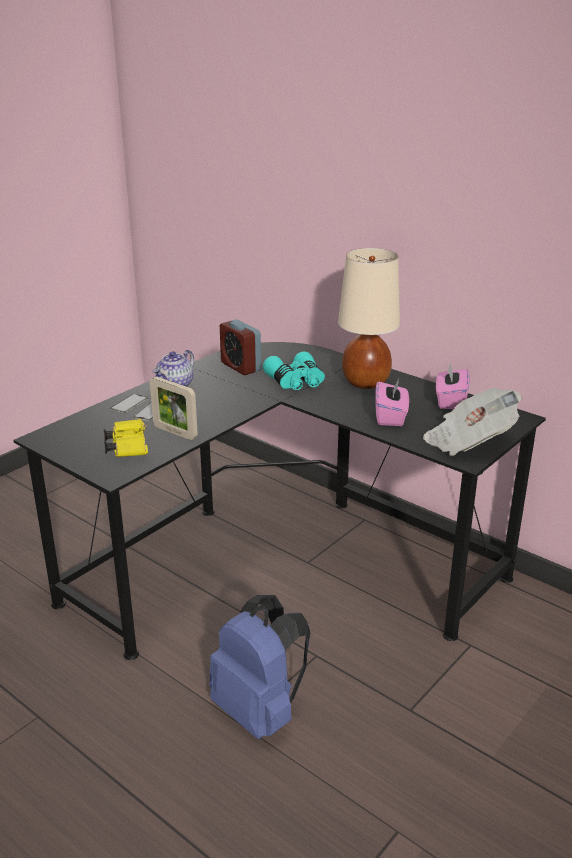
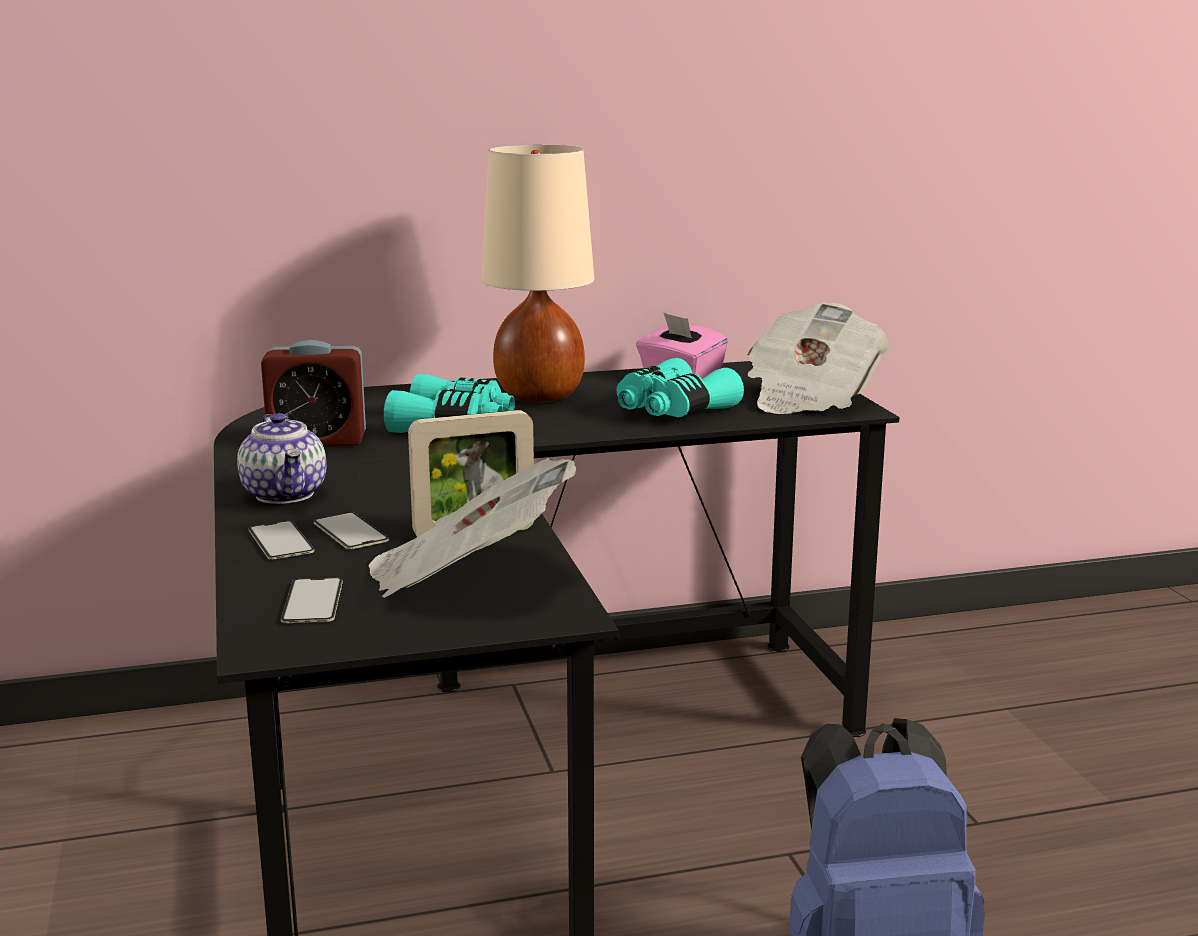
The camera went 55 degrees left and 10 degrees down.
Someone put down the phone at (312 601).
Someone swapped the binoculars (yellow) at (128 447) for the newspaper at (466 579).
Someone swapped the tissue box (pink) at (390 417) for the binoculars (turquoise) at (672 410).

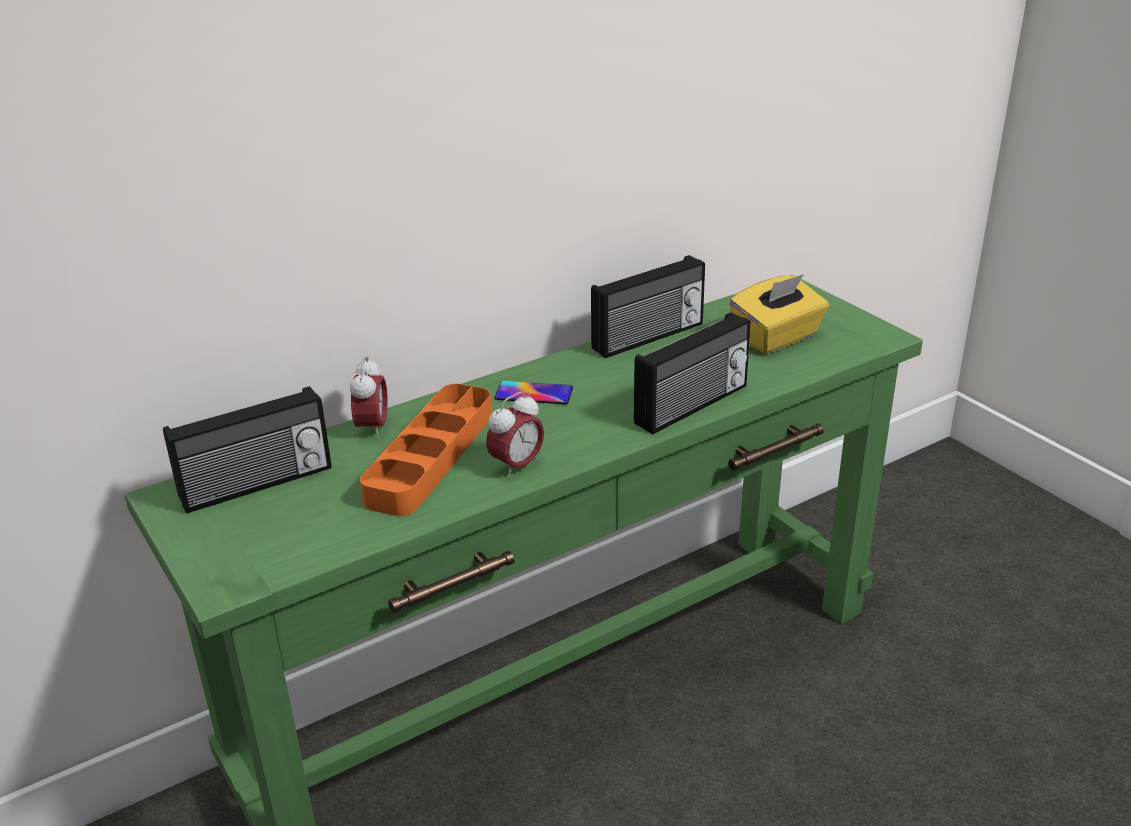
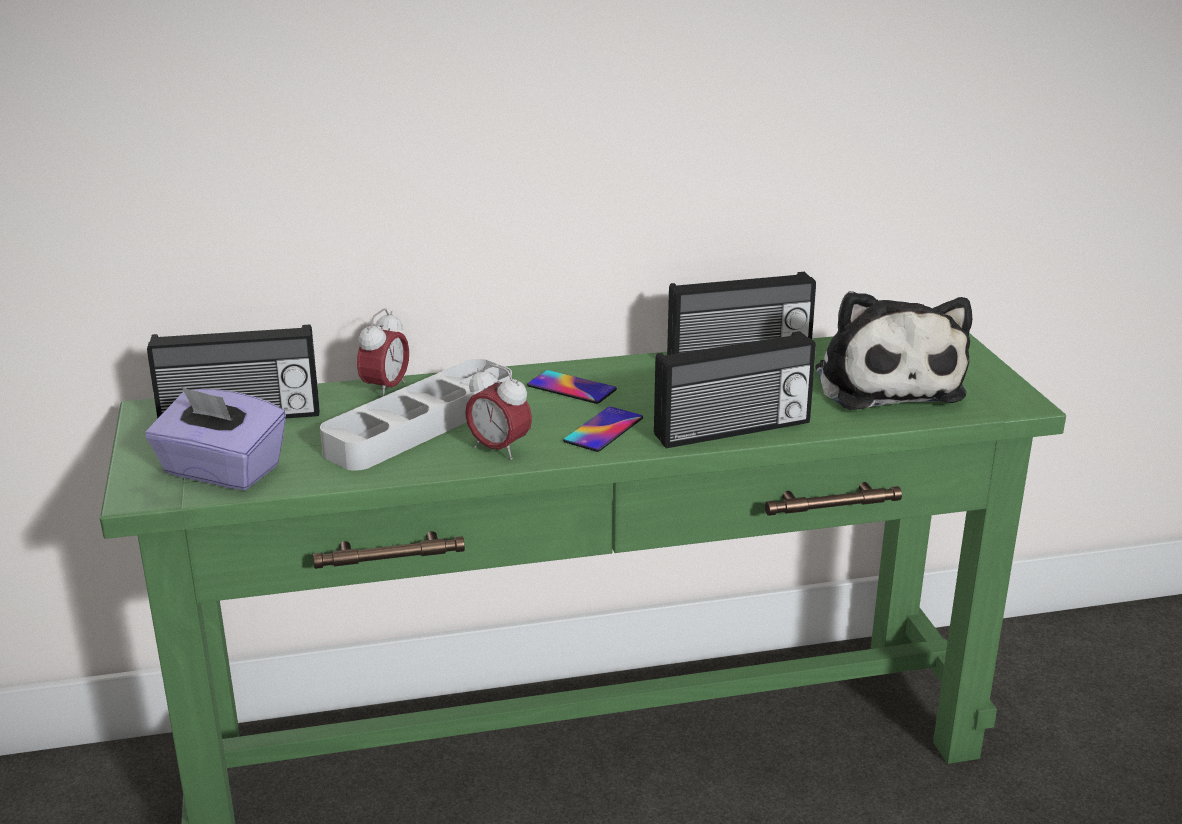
The camera went 20 degrees right and 5 degrees down.
Someone put down the tissue box (purple) at (221 471).
Someone put down the phone at (603 430).
Someone swapped the tissue box (yellow) at (777 338) for the plush toy at (886 383).
Someone repainted the tray (orange) at (430 456), which became the tray (grey) at (421 424).
Someone rotated the alarm clock at (517 466) by 60 degrees clockwise.

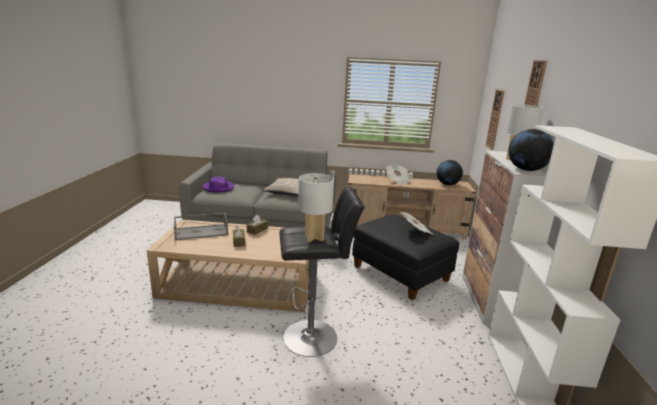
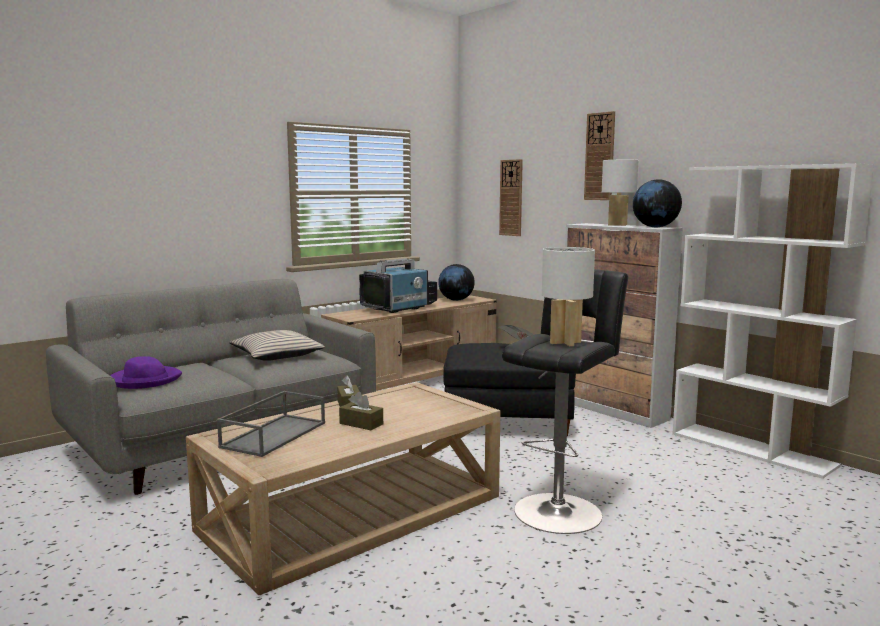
The camera went 45 degrees left and 10 degrees down.
Someone swapped the newspaper at (397 181) for the television at (399 308).

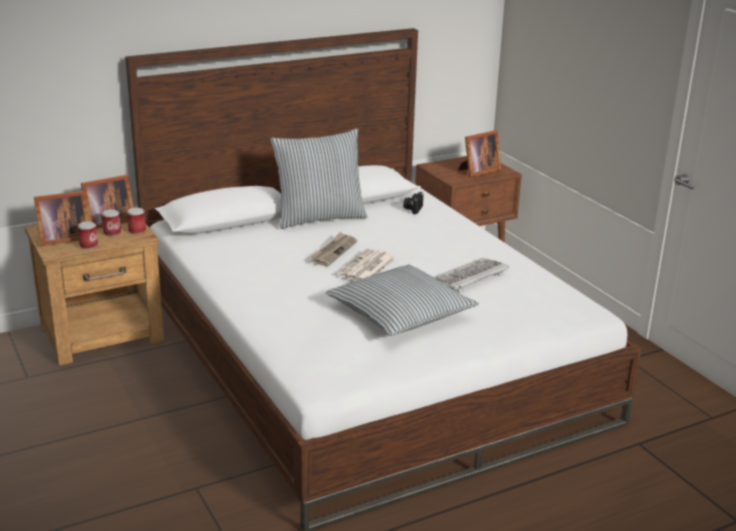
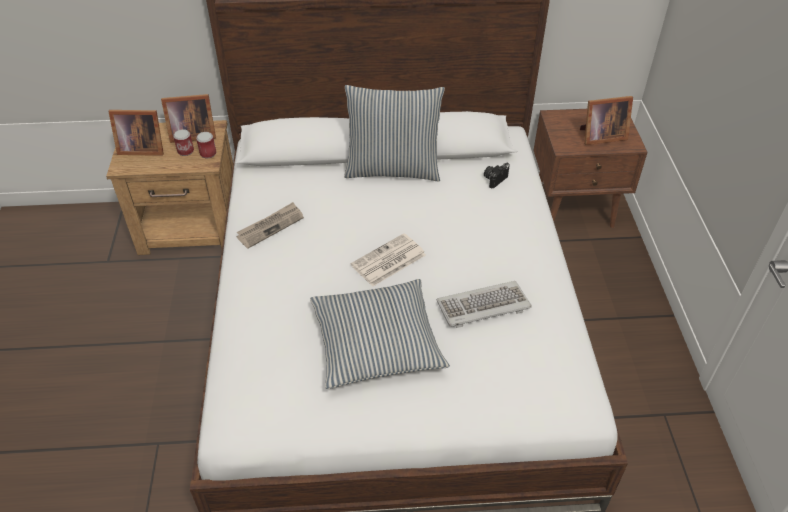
The camera went 25 degrees right and 20 degrees up.
Someone took away the can at (89 245).
Someone carried the newspaper from (333 251) to (270 226).

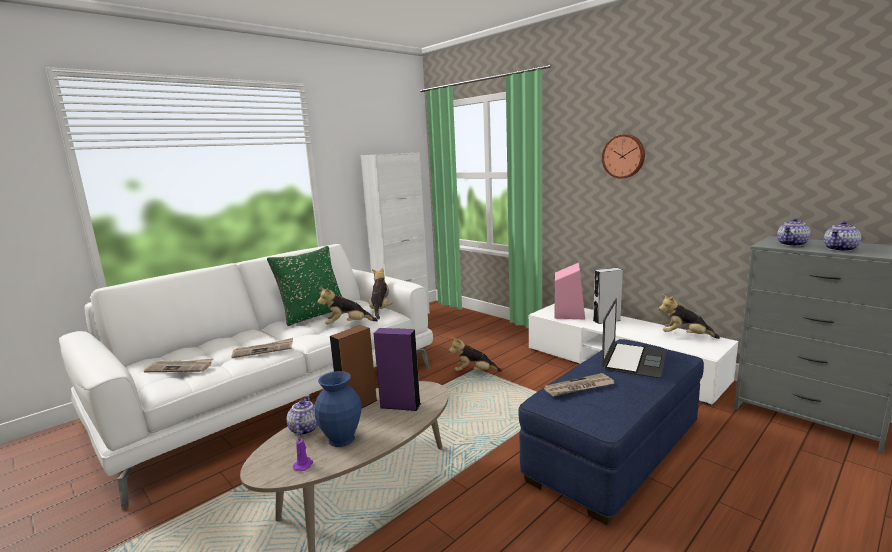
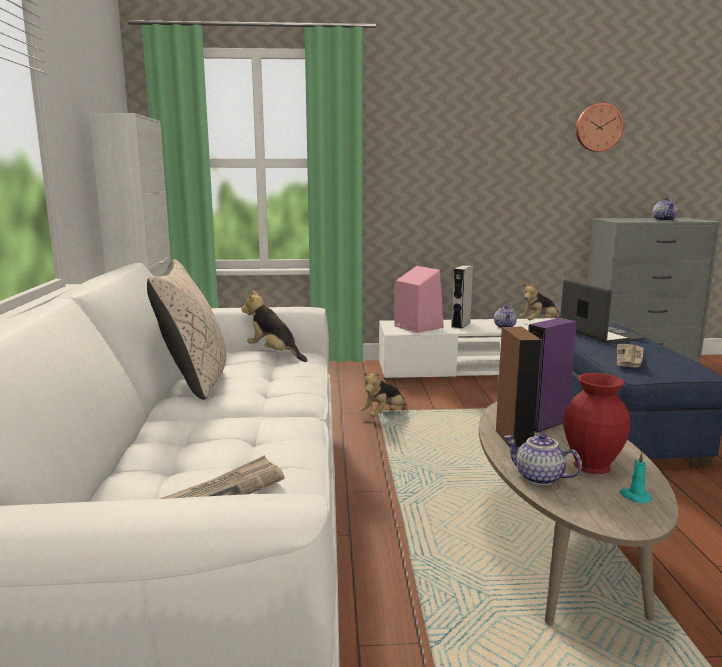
The camera went 50 degrees left and 0 degrees up.
Someone took away the newspaper at (263 350).
Someone took away the plush toy at (347 325).
Someone carried the wall clock from (624 156) to (598 127).
Someone carried the teapot from (792 244) to (505 327).
Someone repainted the pillow (green) at (313 315), which became the pillow (beige) at (195 380).
Someone repainted the candle (purple) at (303 465), which became the candle (turquoise) at (634 497).
Someone repainted the vase (blue) at (342 439), which became the vase (red) at (593 466).

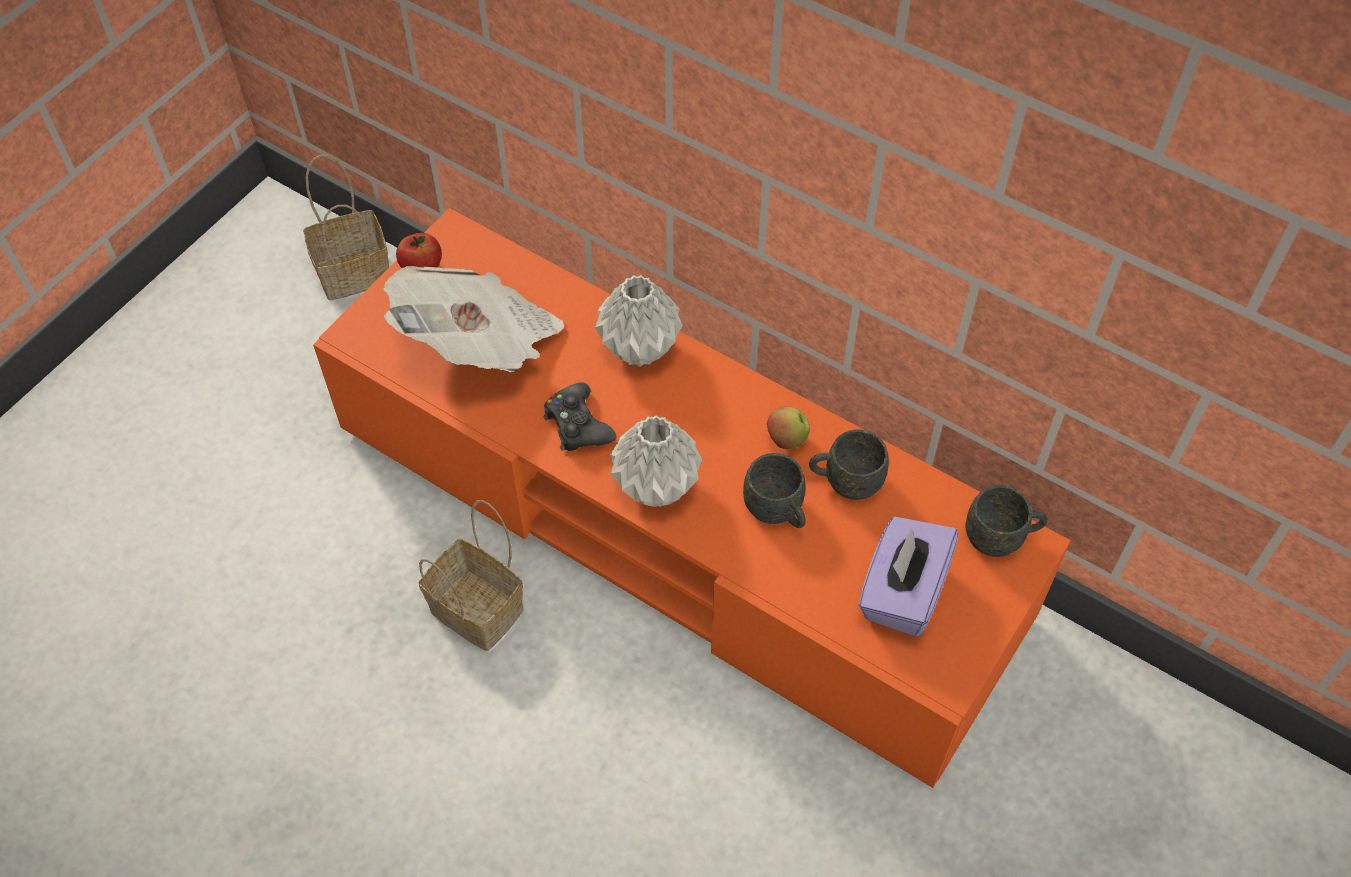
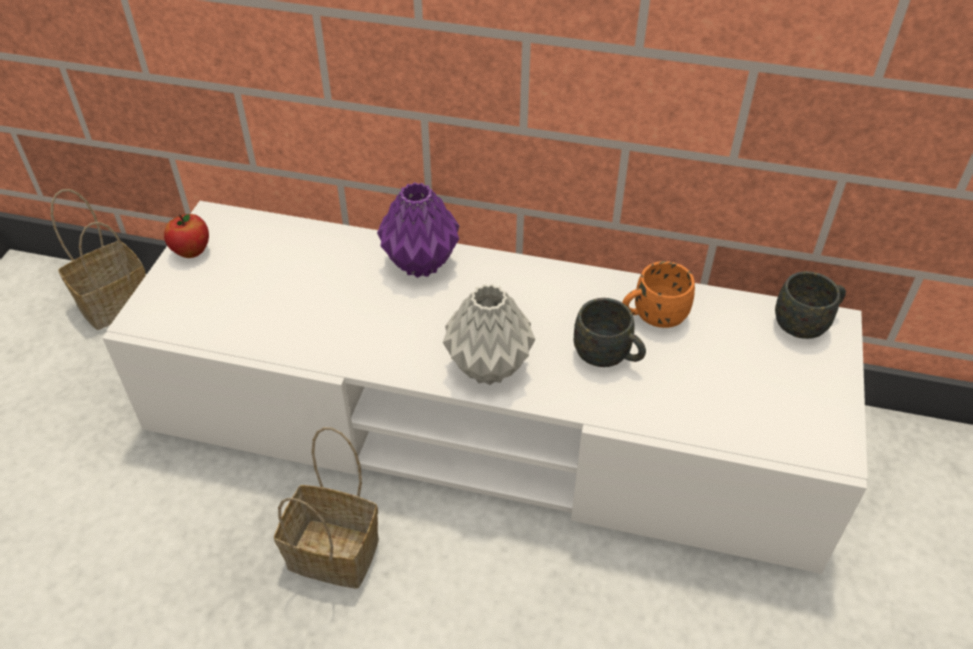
The camera went 20 degrees left and 10 degrees down.
Someone took away the newspaper at (480 343).
Someone took away the game controller (black) at (577 425).
Someone took away the apple at (786 440).
Someone took away the tissue box (purple) at (902 592).
Someone repainted the tv stand (orange) at (675 522), which became the tv stand (white) at (486 422).
Someone repainted the vase (grey) at (638 349), which became the vase (purple) at (419 264).
Someone repainted the mug (grey) at (845 481), which became the mug (orange) at (653 317).

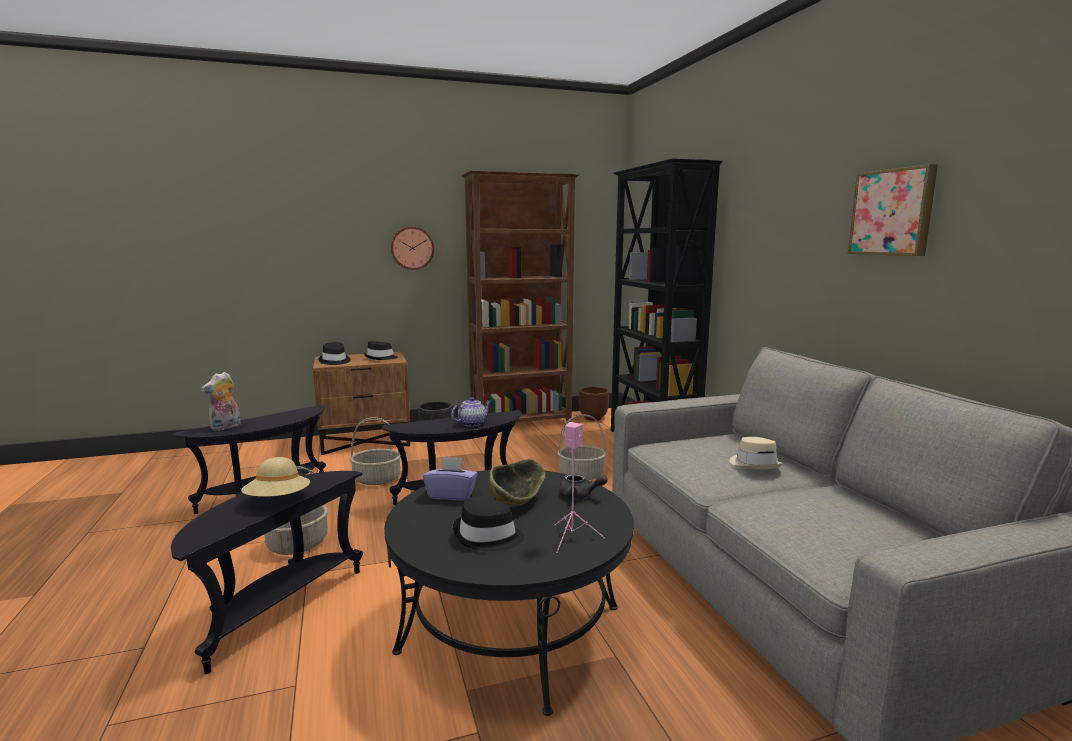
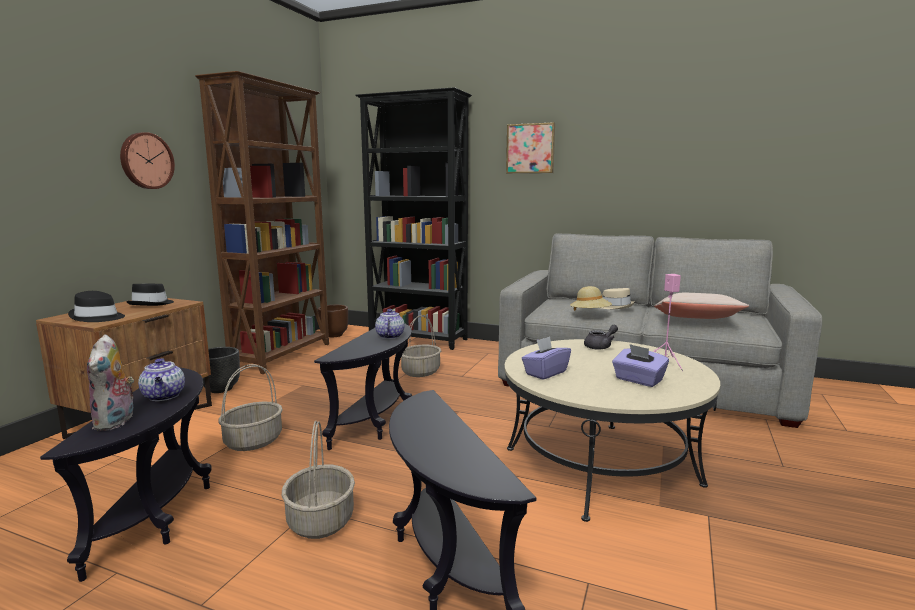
The camera went 50 degrees left and 0 degrees up.
Someone took away the bowl at (516 503).
Someone put down the teapot at (164 396).
Someone put down the pillow (beige) at (696 321).
Someone carried the hat (beige) from (278 500) to (590 314).
Someone carried the picture from (893 212) to (530 148).
Someone swapped the hat (black) at (487 537) for the tissue box (purple) at (638 380).
Someone repainted the coffee table (black) at (511 628), which became the coffee table (beige) at (601 466).

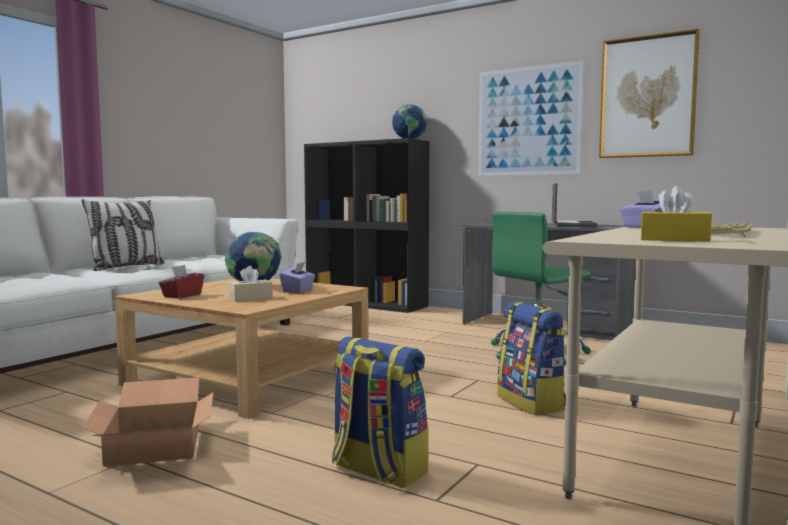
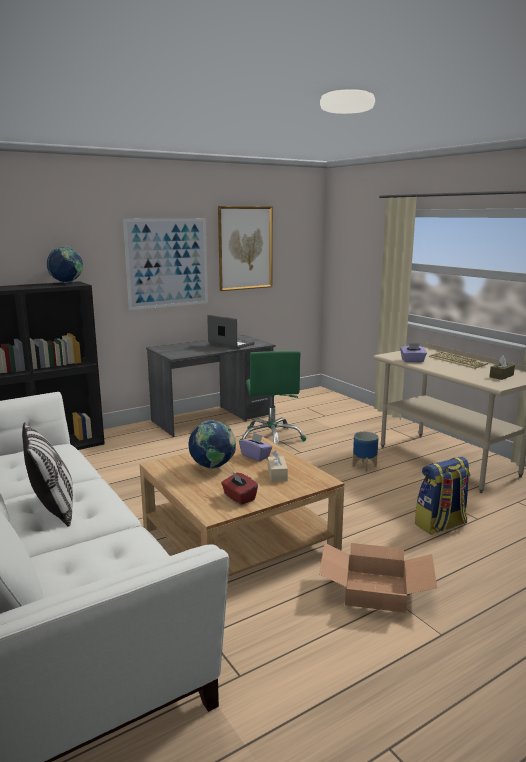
The camera went 65 degrees left and 10 degrees up.
Someone swapped the backpack at (532 403) for the planter at (364 466).
Someone repainted the tissue box (yellow) at (674 239), which became the tissue box (brown) at (501 376).

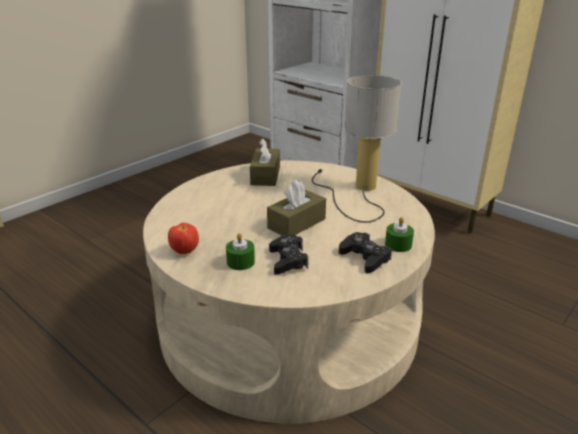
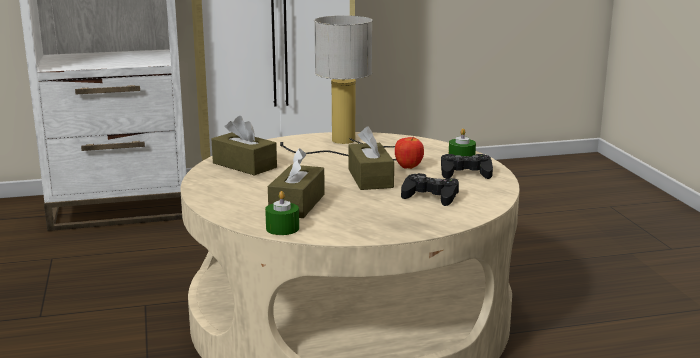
The camera went 55 degrees left and 10 degrees down.
Someone put down the tissue box (brown) at (297 204).
Someone carried the apple from (185 251) to (408 167).
Someone carried the candle (green) from (240 262) to (282 228).

